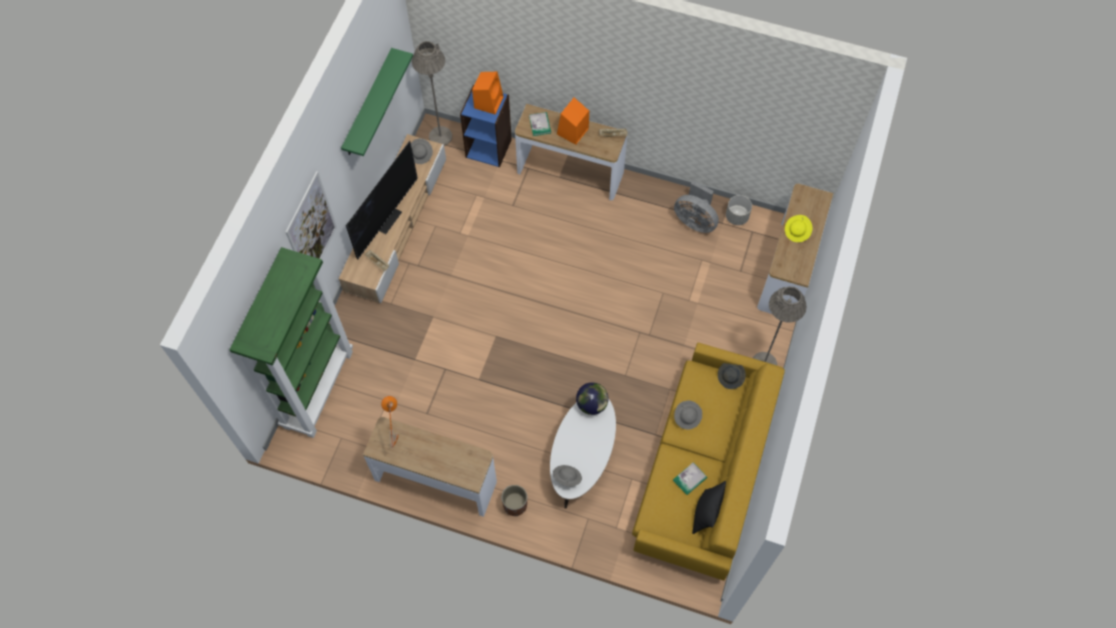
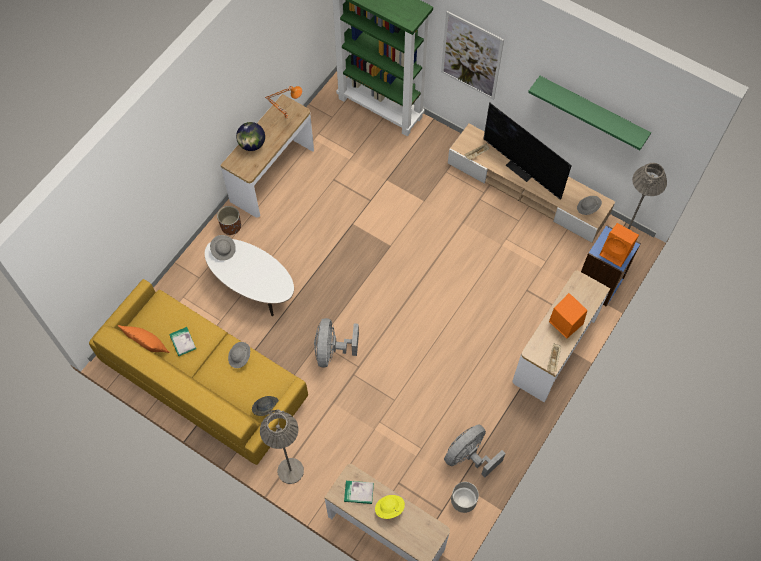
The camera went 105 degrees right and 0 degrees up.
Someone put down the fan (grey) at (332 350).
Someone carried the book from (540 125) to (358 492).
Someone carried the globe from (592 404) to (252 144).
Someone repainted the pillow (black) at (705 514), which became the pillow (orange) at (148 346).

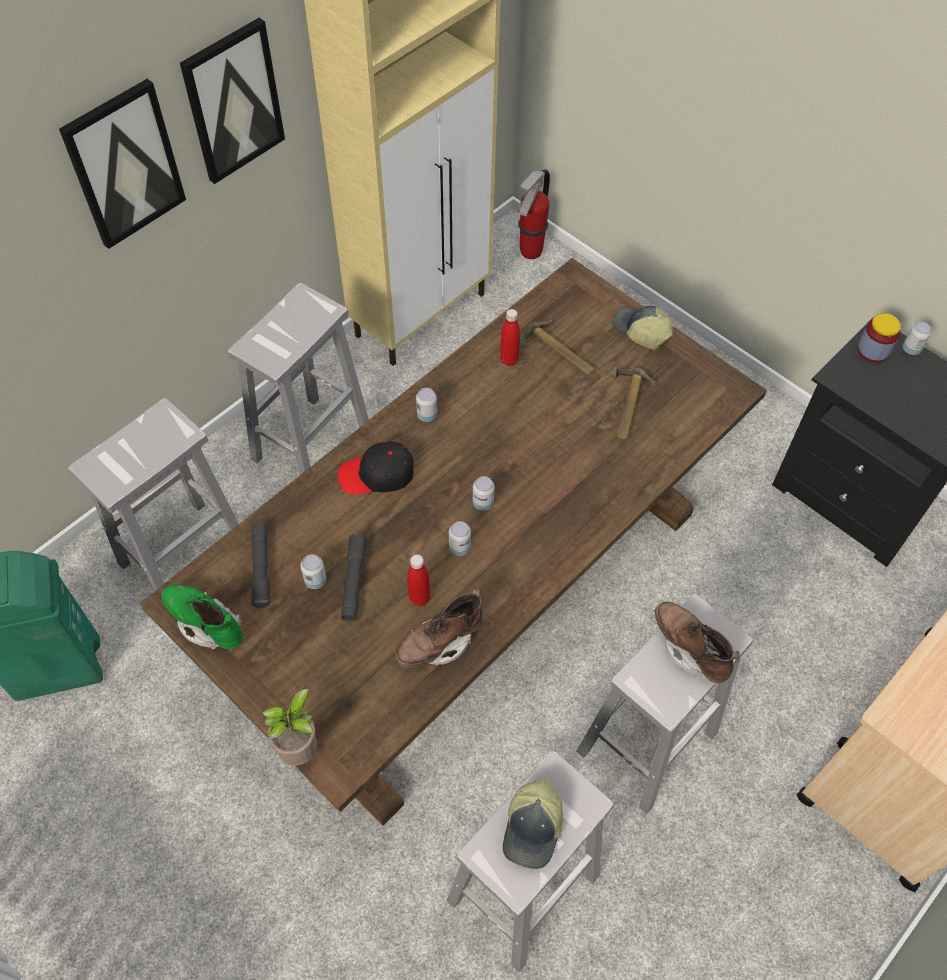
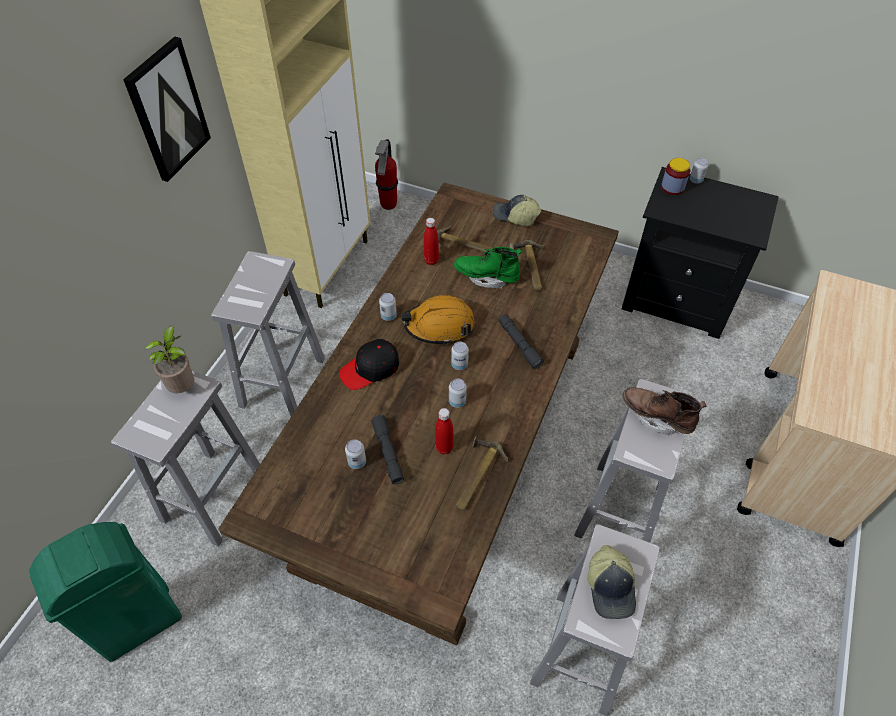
The camera went 20 degrees left and 5 degrees down.
Someone took away the picture at (124 164).
Someone put down the hard hat (orange) at (439 325).
Someone carried the boot (green) from (205 623) to (486 277).
Someone carried the flashlight (grey) from (261 567) to (519 344).
Someone carried the potted plant from (301 749) to (184 387).
Someone swapped the boot (brown) at (440 643) for the hammer at (475 475).

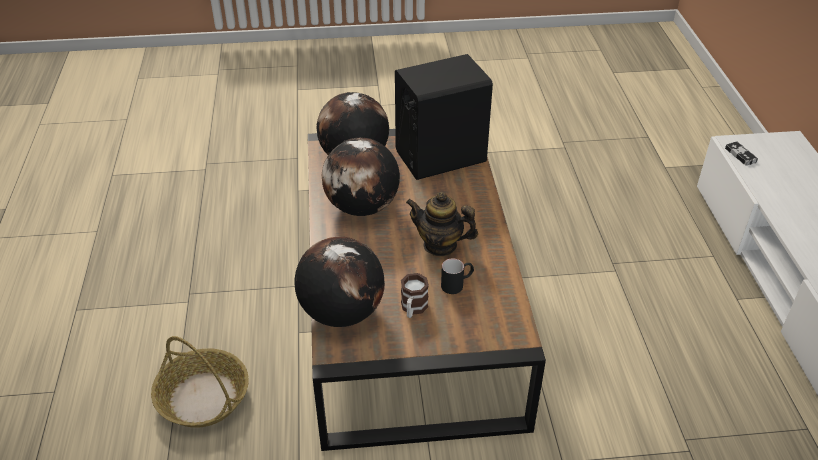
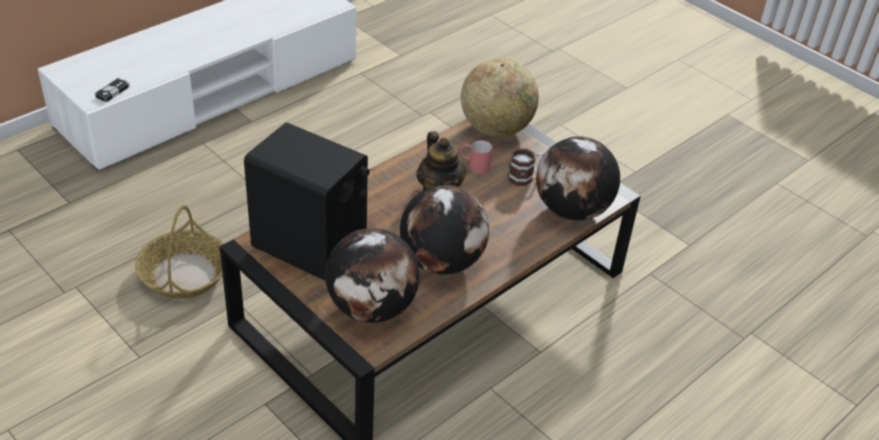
The camera went 130 degrees left and 0 degrees up.
Someone put down the globe at (496 128).
Someone carried the basket from (204 397) to (184 274).
Someone repainted the mug (black) at (457 284), which became the mug (red) at (474 165).

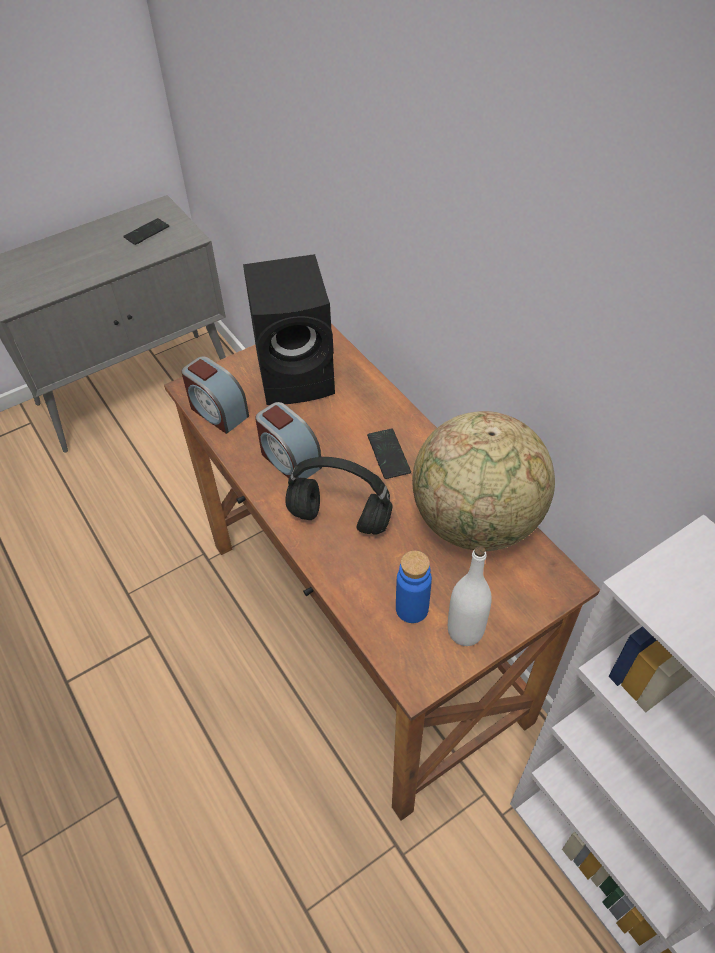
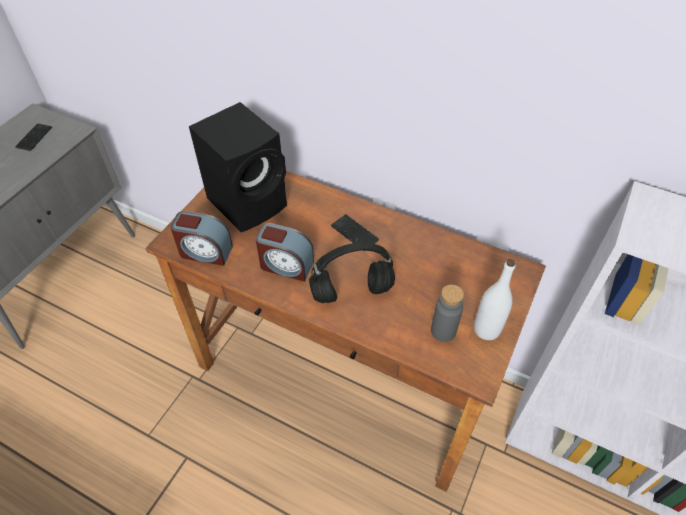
The camera went 30 degrees left and 0 degrees up.
Someone took away the globe at (476 522).
Someone repainted the bottle (blue) at (412 608), which became the bottle (grey) at (443 331).

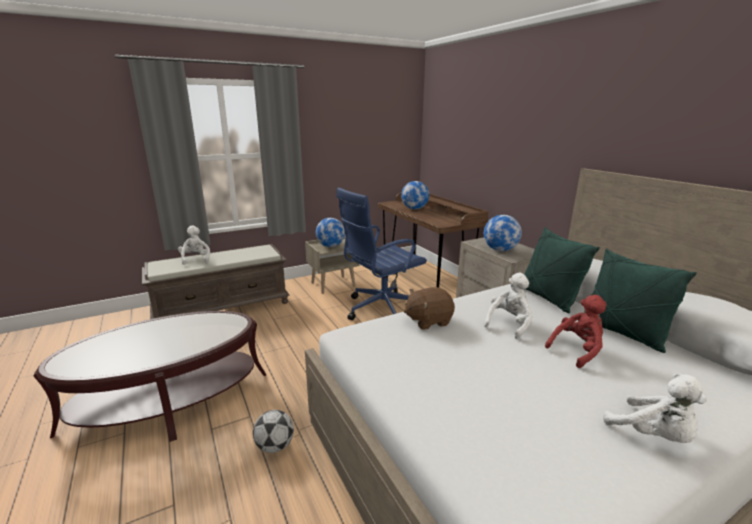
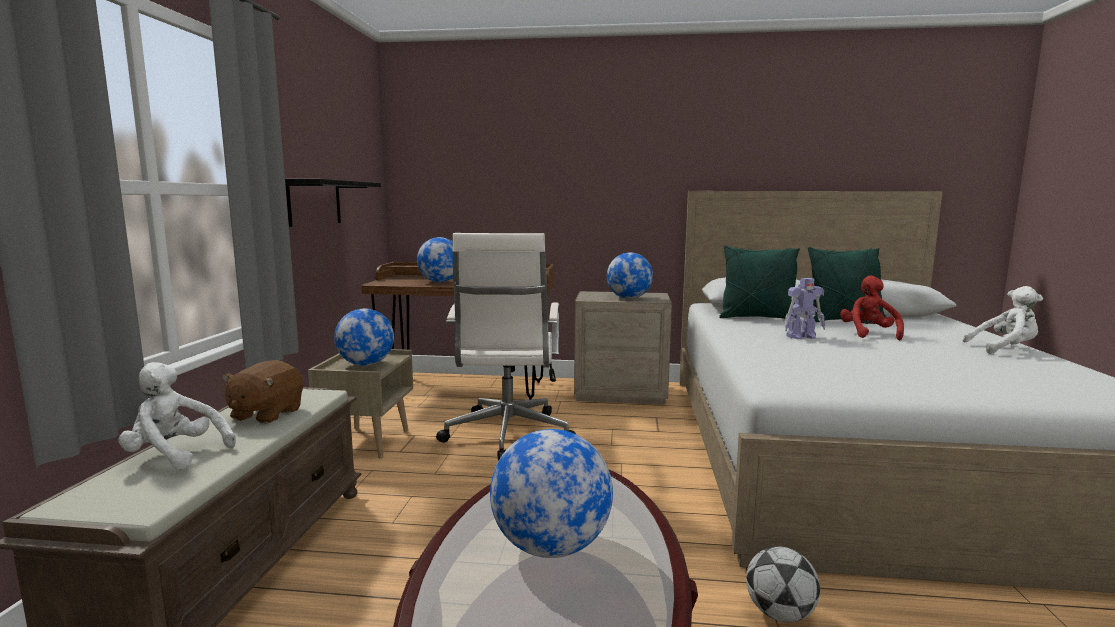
The camera went 55 degrees left and 10 degrees down.
Someone put up the shelf (black) at (314 203).
Someone put down the globe at (551 547).
Someone carried the plush toy (brown) from (428 321) to (266 414).
Someone swapped the plush toy (white) at (508 324) for the toy robot at (802 336).
Someone repainted the office chair (blue) at (381 309), which became the office chair (white) at (507 436).

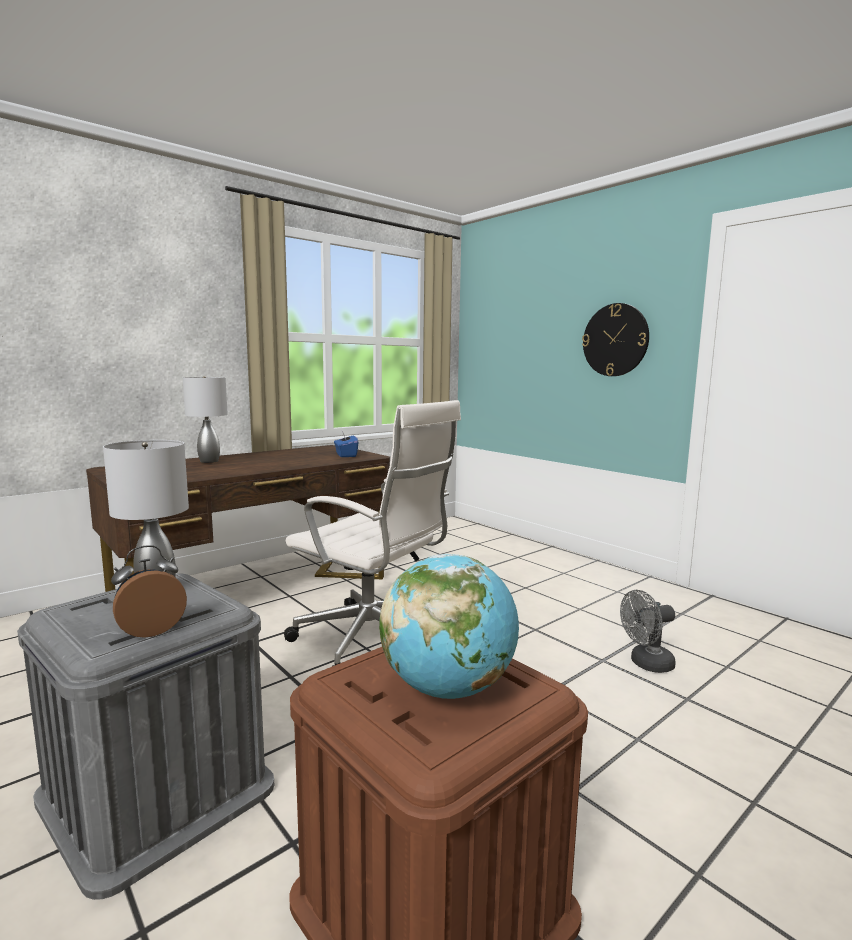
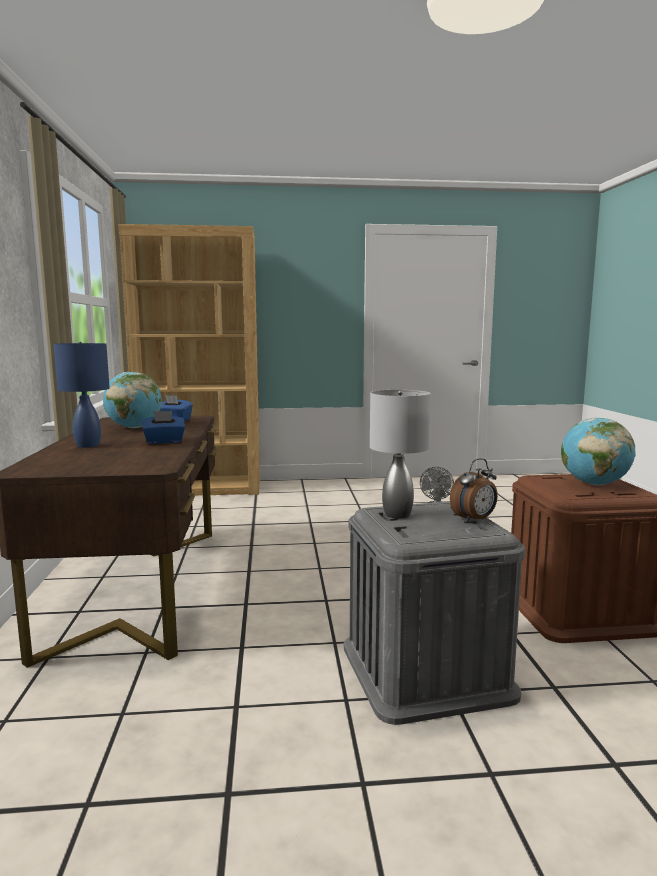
The camera went 55 degrees left and 0 degrees up.
Someone took away the office chair (white) at (373 641).
Someone took away the wall clock at (615 340).
Someone put down the globe at (134 427).
Someone put down the bookcase (brown) at (201 489).
Someone put down the tissue box (blue) at (164 442).
Someone repainted the table lamp (grey) at (208 461), which became the table lamp (blue) at (87 445).
Someone rotated the alarm clock at (150 630) by 120 degrees counterclockwise.

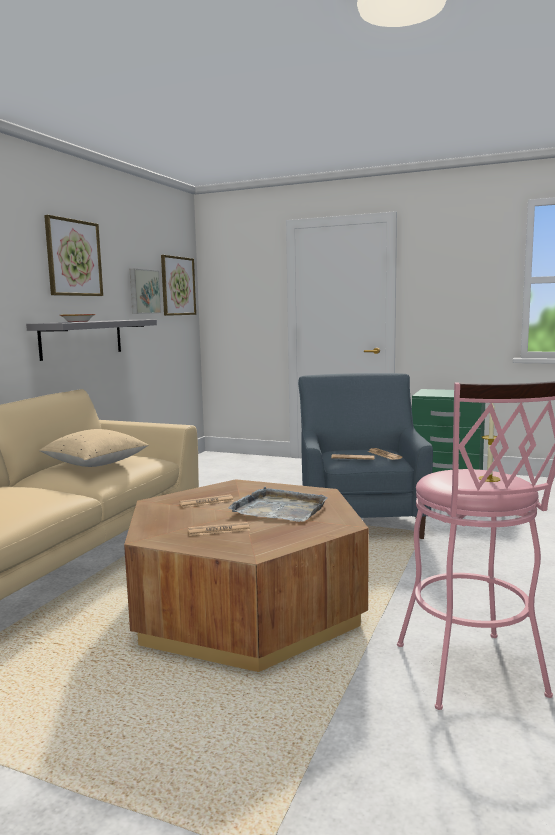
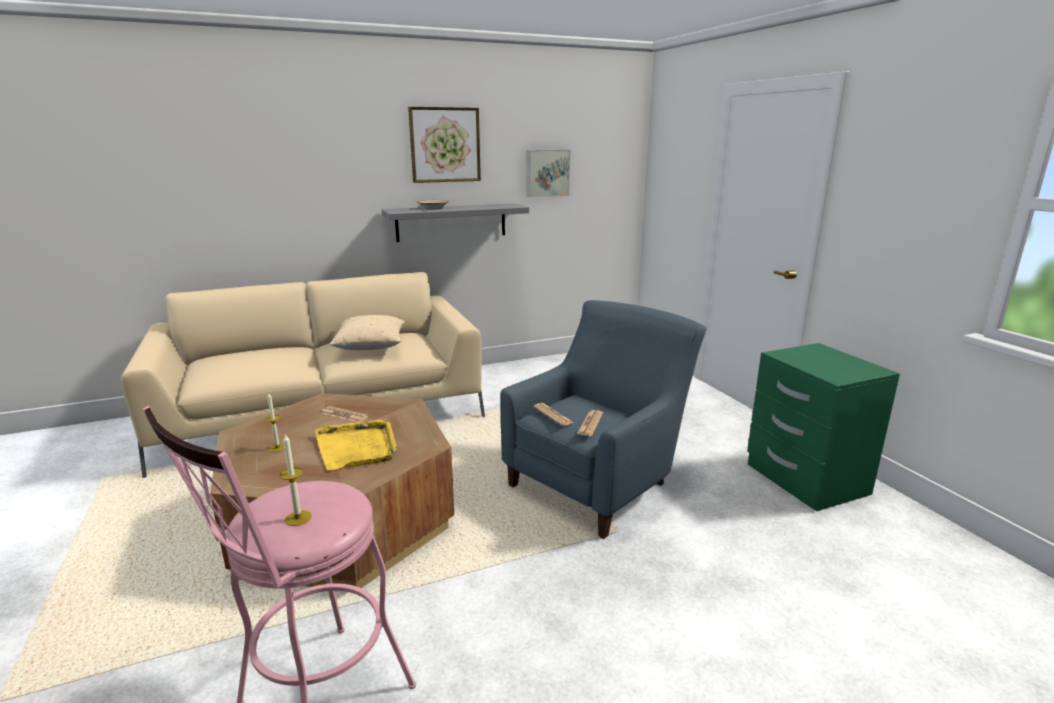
The camera went 45 degrees right and 10 degrees up.
Someone took away the picture at (178 286).
Someone swapped the newspaper at (219 530) for the candle at (277 448).
Someone repainted the tray (grey) at (279 509), which became the tray (yellow) at (357 447).

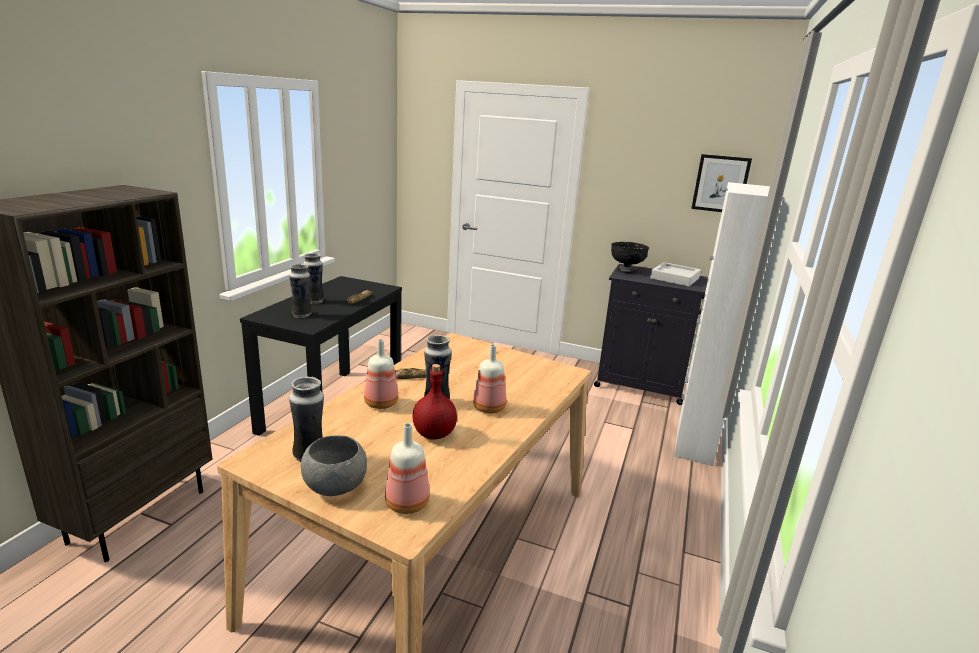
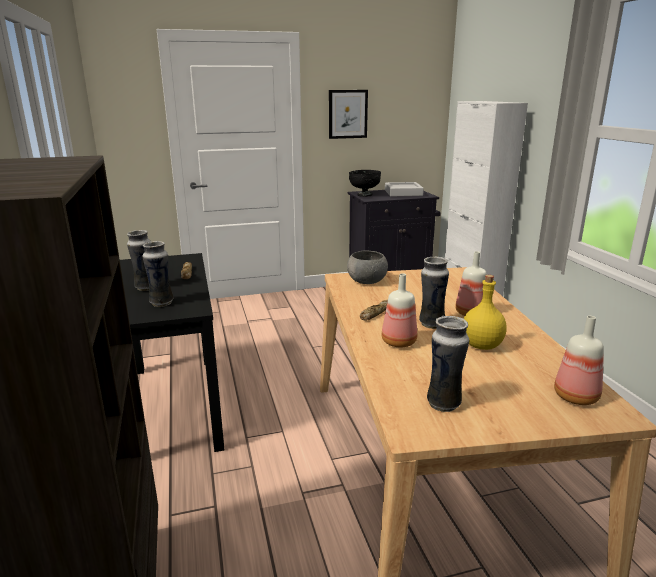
The camera went 35 degrees left and 0 degrees up.
Someone carried the bowl (grey) from (335 485) to (366 281).
Someone carried the picture from (720 184) to (347 114).
Someone repainted the bottle (red) at (434 433), which became the bottle (yellow) at (481 345).

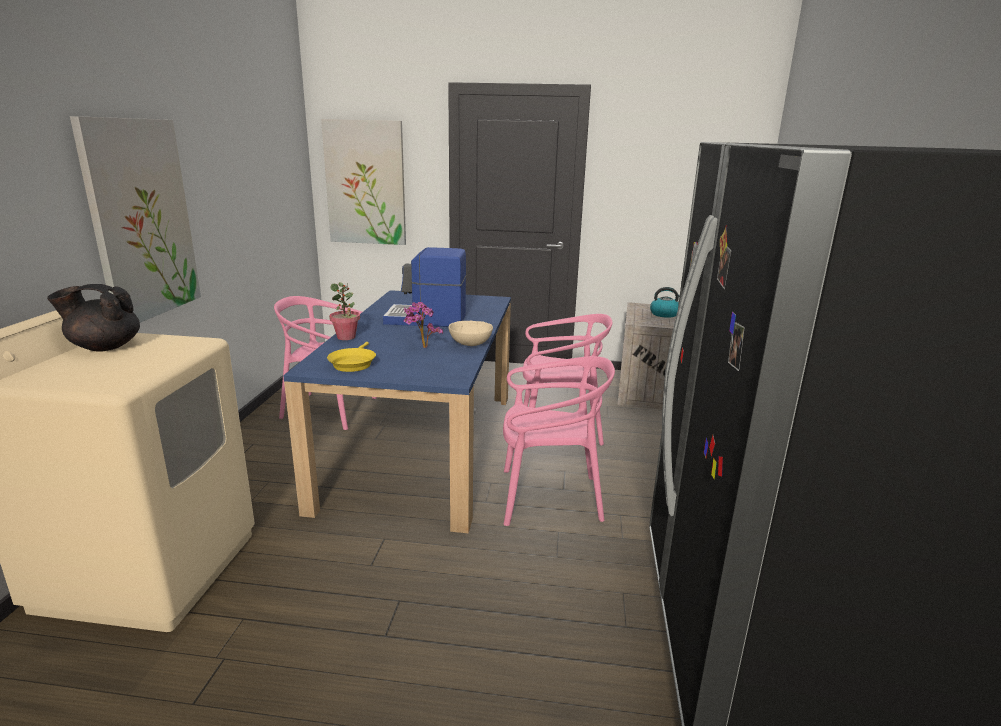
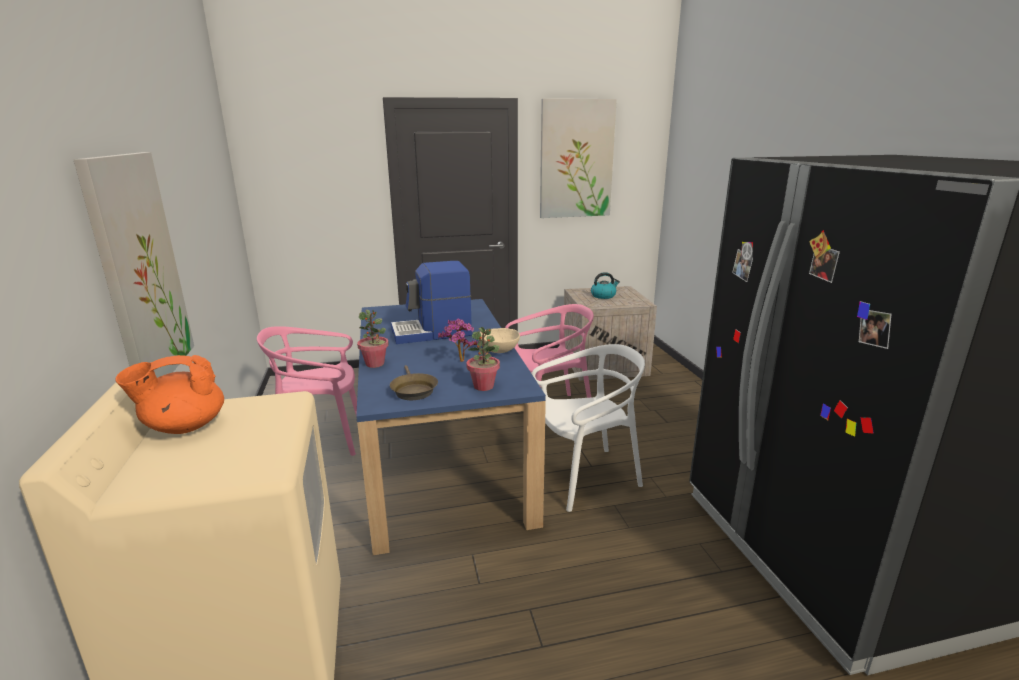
The camera went 20 degrees left and 0 degrees up.
Someone put down the potted plant at (484 386).
Someone carried the picture from (365 183) to (576 159).
Someone repainted the teapot (black) at (104 347), which became the teapot (orange) at (184 427).
Someone repainted the frying pan (yellow) at (353 363), which became the frying pan (brown) at (413 390).
Someone repainted the chair (pink) at (548 497), which became the chair (white) at (585 476).

